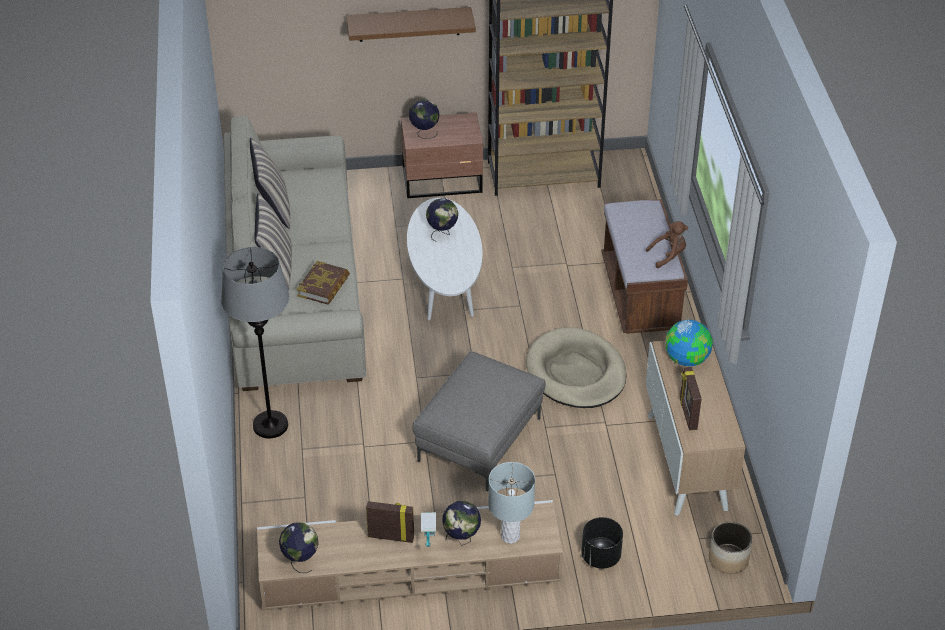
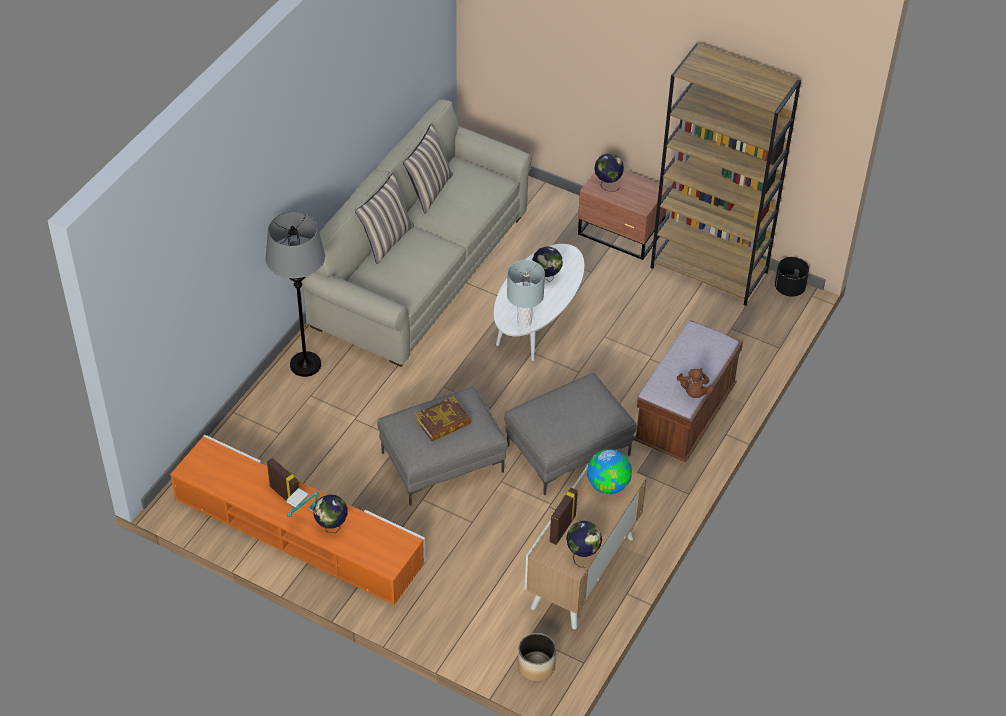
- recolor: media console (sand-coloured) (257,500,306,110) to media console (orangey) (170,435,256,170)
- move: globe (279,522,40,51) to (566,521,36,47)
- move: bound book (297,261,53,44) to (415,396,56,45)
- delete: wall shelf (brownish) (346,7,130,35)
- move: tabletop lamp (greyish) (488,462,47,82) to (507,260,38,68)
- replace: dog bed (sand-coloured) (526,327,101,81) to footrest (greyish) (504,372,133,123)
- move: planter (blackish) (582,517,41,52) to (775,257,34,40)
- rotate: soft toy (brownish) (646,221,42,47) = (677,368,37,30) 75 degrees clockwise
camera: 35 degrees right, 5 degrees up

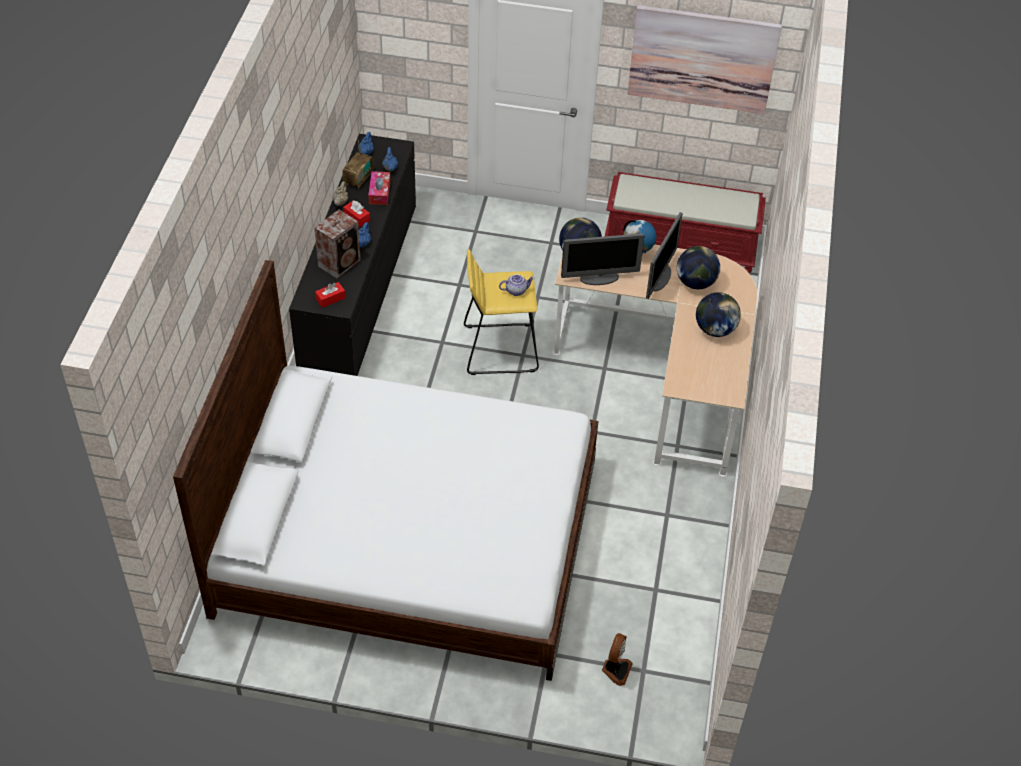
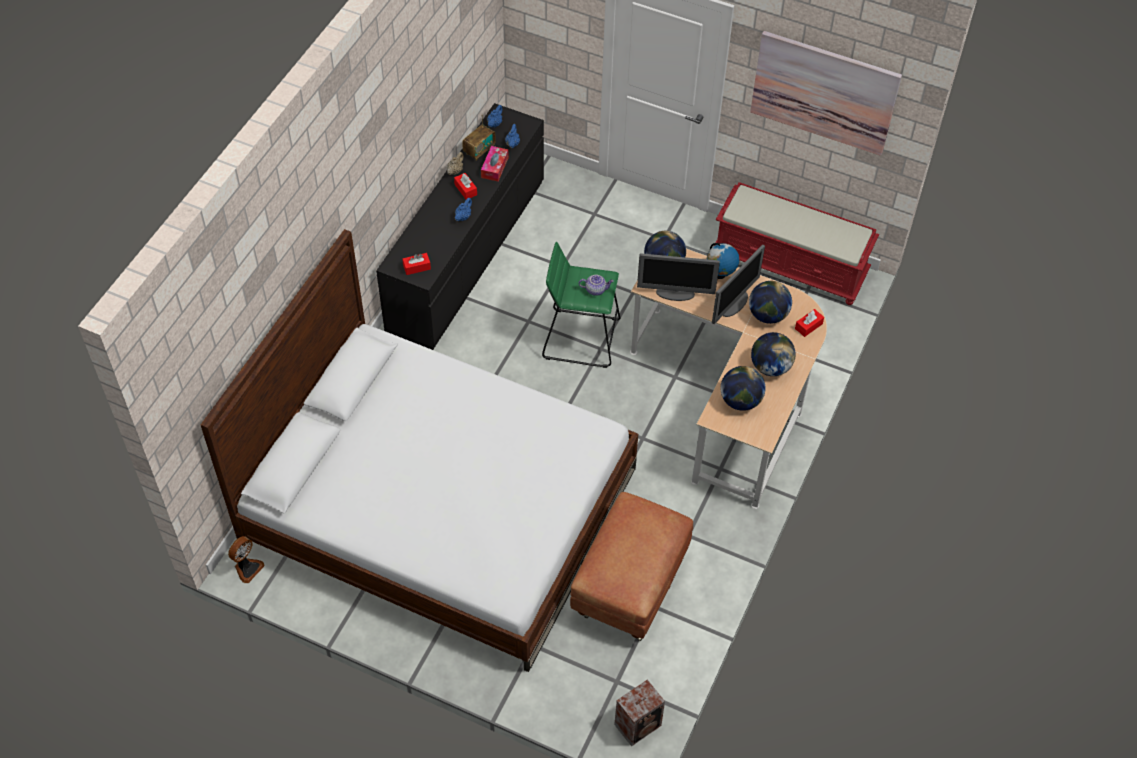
- move: audio speaker (314,210,47,68) to (614,680,51,66)
- recolor: stool (yellow-coloured) (464,249,75,126) to stool (green-coloured) (542,242,78,126)
- move: fan (602,633,31,53) to (228,536,37,47)
- insert: footrest (brownish) (570,492,123,149)
- insert: globe (721,366,45,45)
- insert: box of tissues (red) (795,309,29,28)
camera: 15 degrees right, 5 degrees up

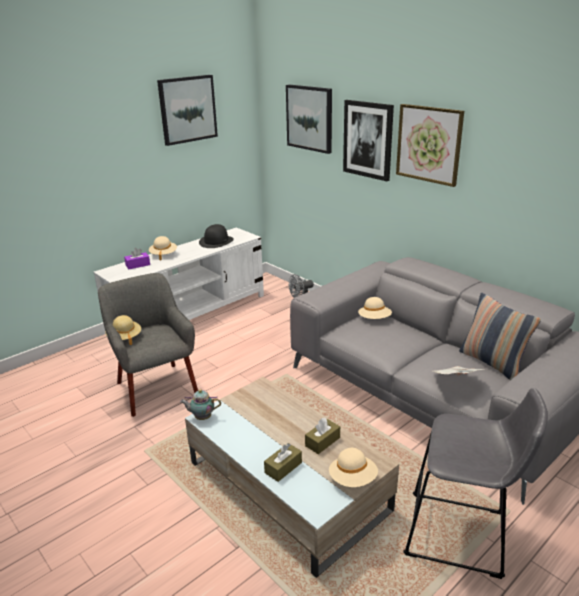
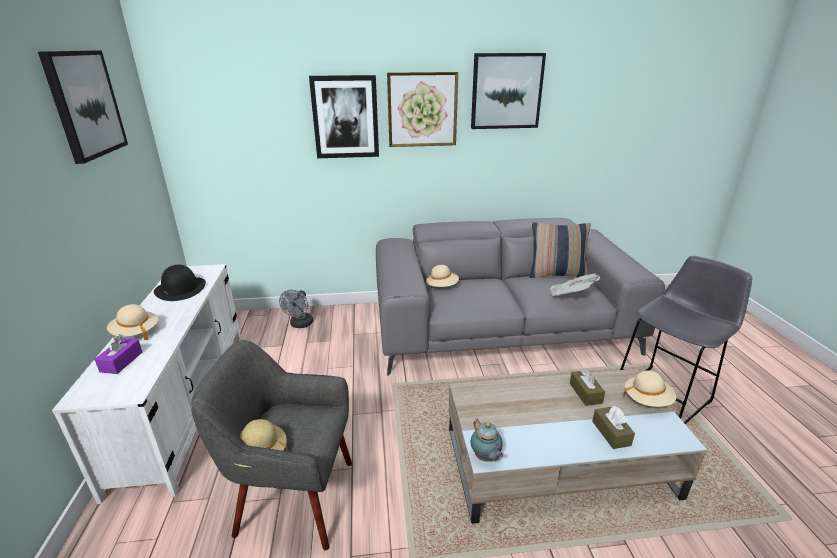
- rotate: teapot (180,389,41,31) = (471,418,33,44) 60 degrees counterclockwise
- move: wall picture (286,84,46,70) to (471,53,75,76)
camera: 55 degrees left, 0 degrees up

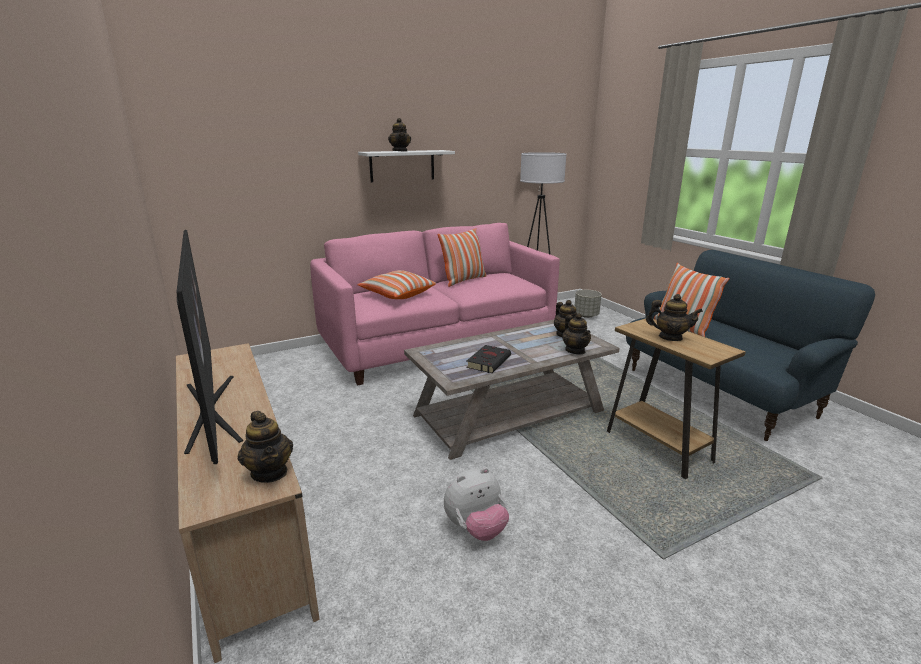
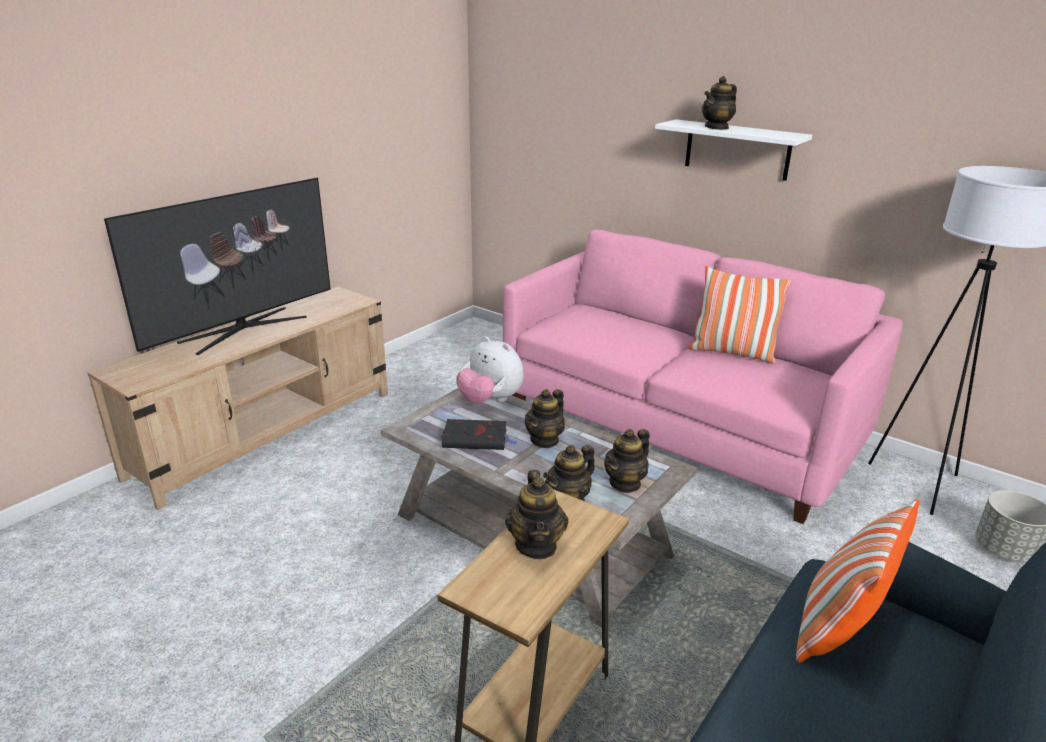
- move: teapot (238,411,55,72) to (525,389,40,59)
- delete: pillow (358,270,78,29)
- move: soft toy (444,468,65,73) to (456,337,68,67)
camera: 65 degrees right, 5 degrees up

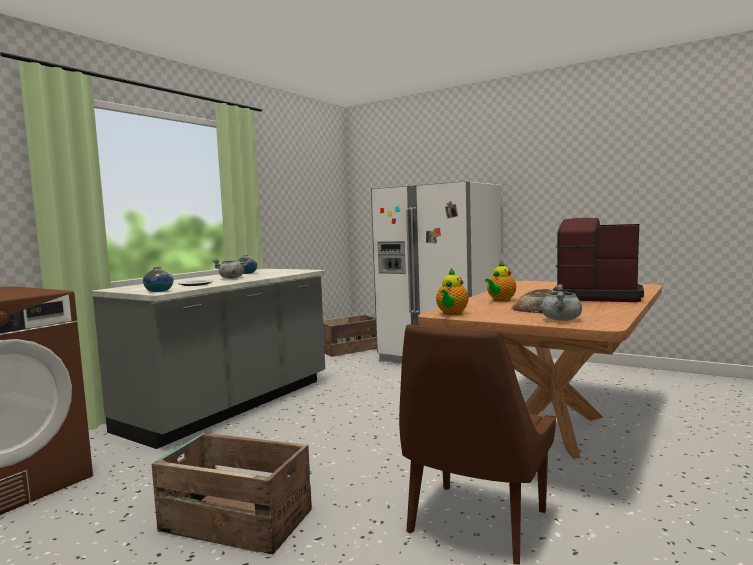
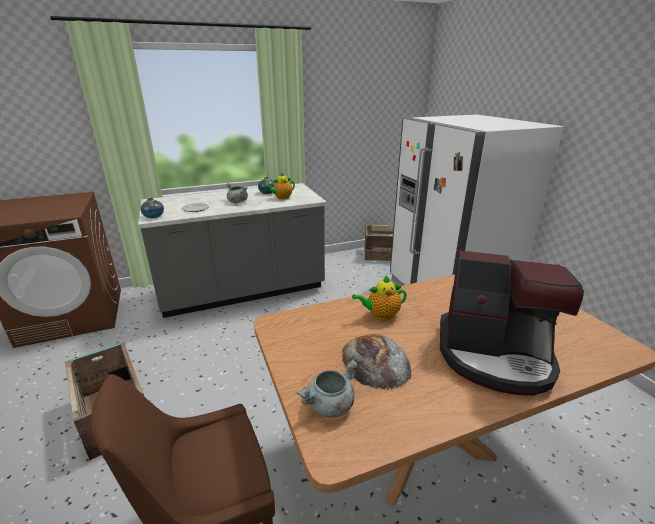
- move: teapot (436,268,33,47) to (264,172,31,28)
- rotate: coffee maker (553,218,91,84) = (440,250,144,145) 135 degrees clockwise
camera: 35 degrees right, 20 degrees up

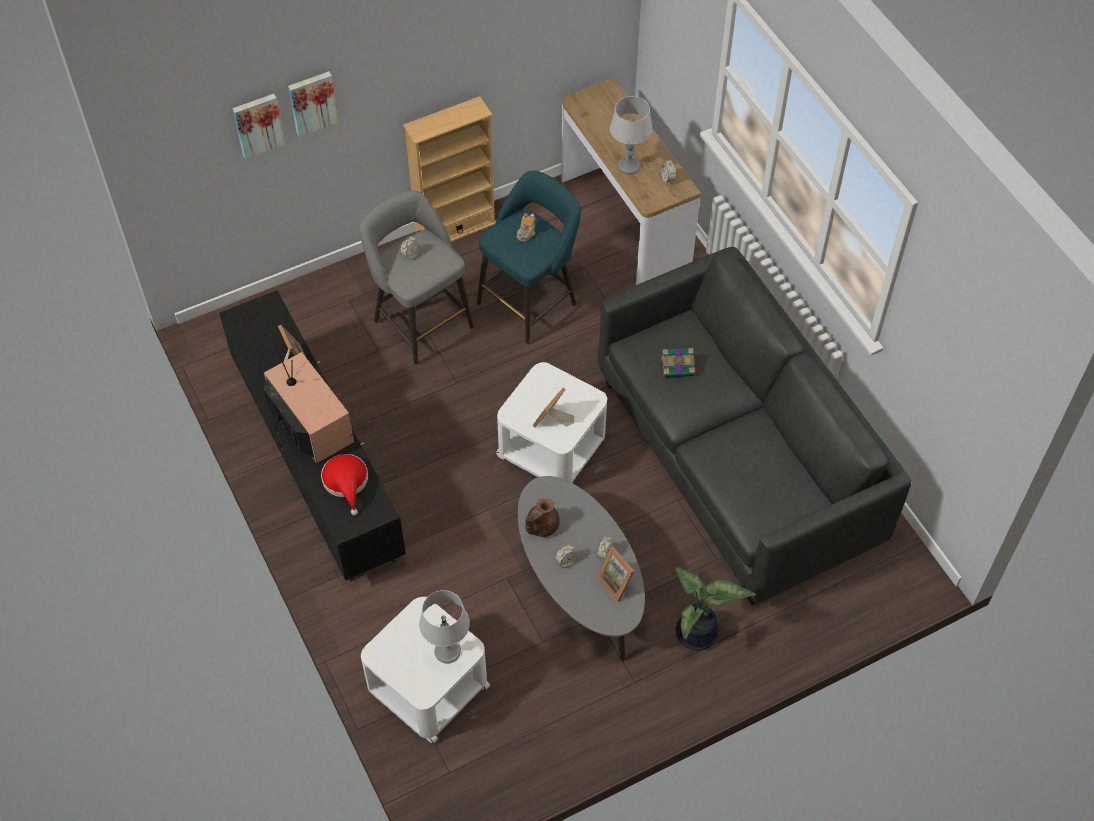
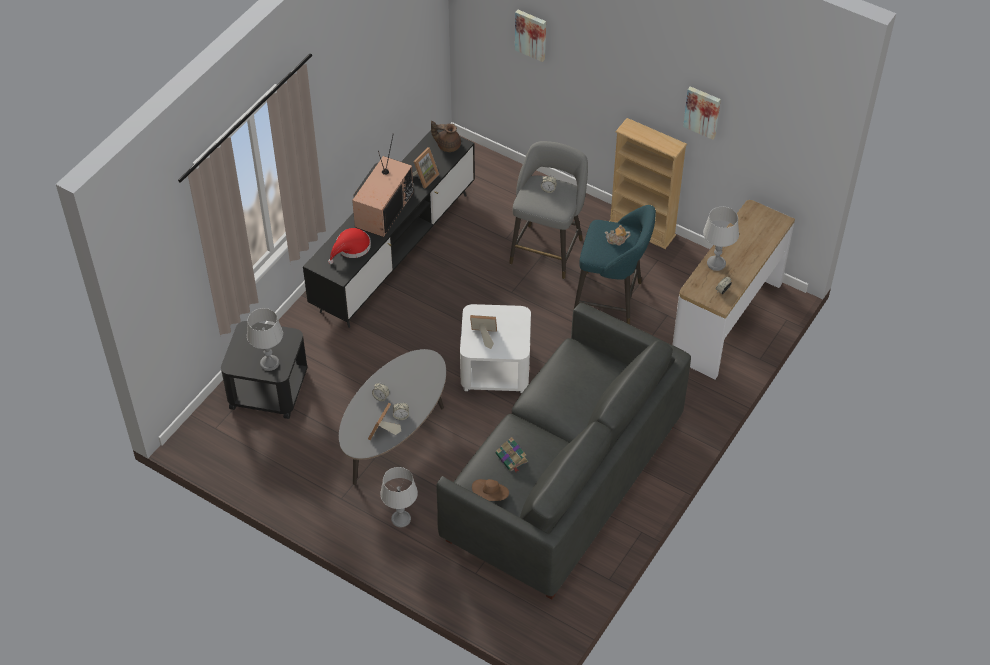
- move: wall picture (288,71,51,66) to (683,86,38,54)
- recolor: side table (white) (361,597,129,146) to side table (blackish) (221,321,86,98)
- move: teapot (brownish) (525,498,35,39) to (431,121,30,31)
- move: bound book (661,348,38,29) to (495,437,33,35)
- replace: plant in a pot (675,567,81,83) to tabletop lamp (greyish) (380,467,38,60)
- insert: clothing hat (brownish) (472,479,37,22)
camera: 60 degrees right, 5 degrees down

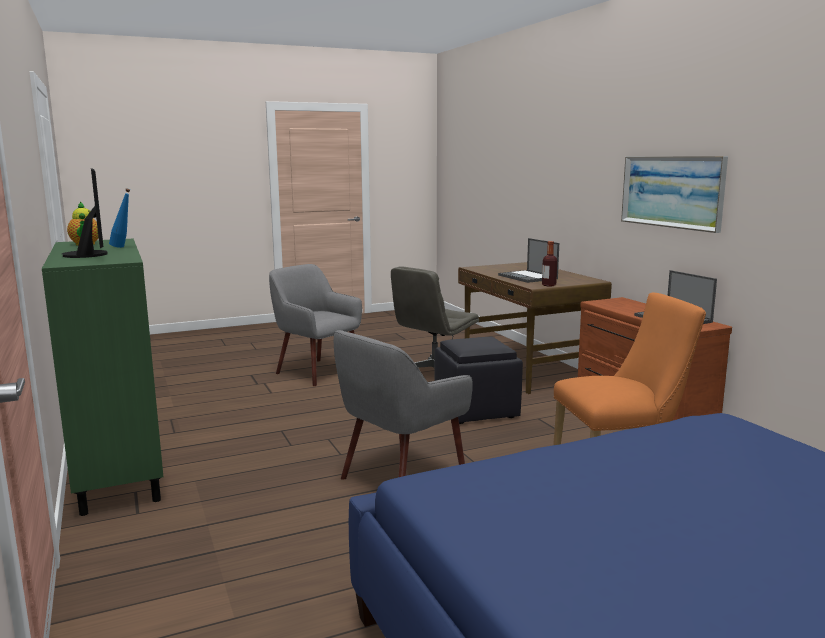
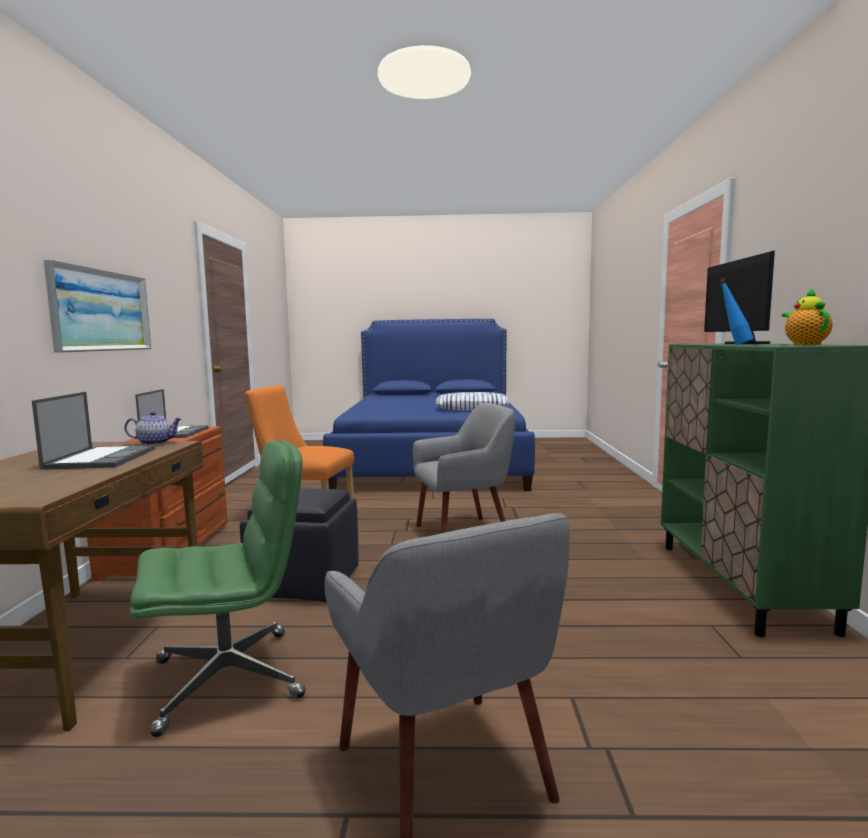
- recolor: office chair (greyish) (391,267,88,102) to office chair (green-coloured) (130,440,175,297)
- replace: drink bottle (542,241,15,45) to teapot (124,411,57,34)
- insert: pillow (436,392,73,19)
camera: 155 degrees left, 5 degrees down

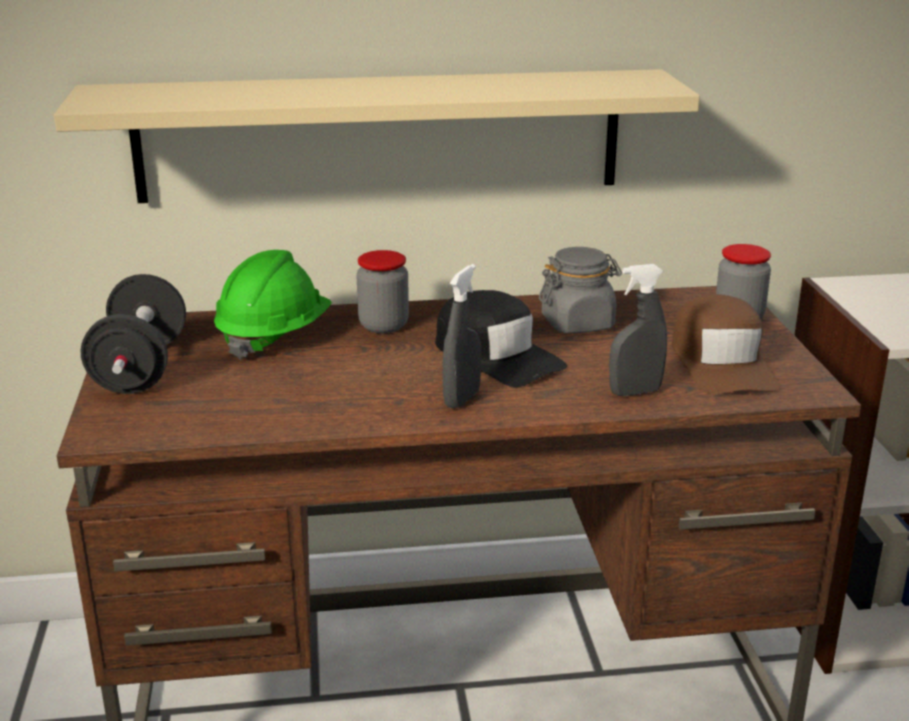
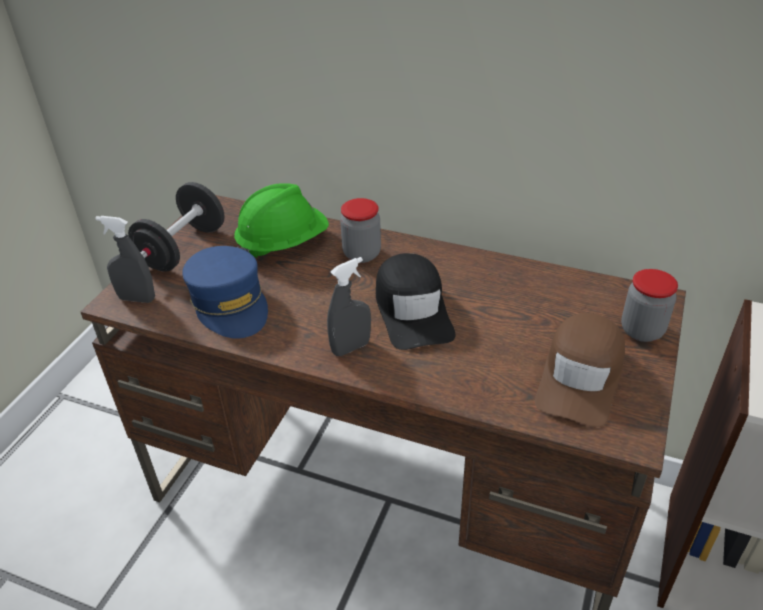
- delete: wall shelf (sand-coloured) (54,69,646,134)
- delete: jar (greyish) (539,247,83,86)
- move: sprayer (greyish) (609,264,58,132) to (95,216,60,87)
- insert: peaked cap (blue) (182,246,86,93)
camera: 30 degrees right, 15 degrees up

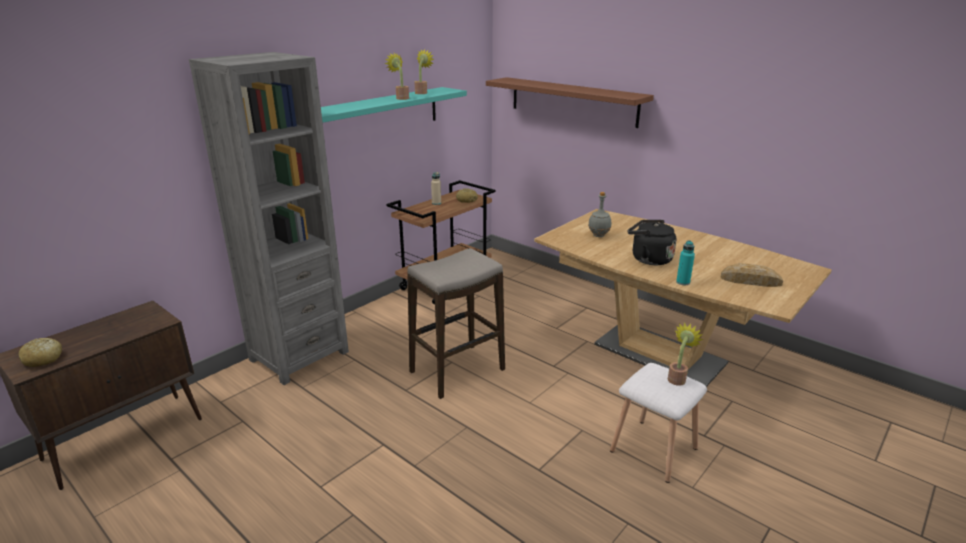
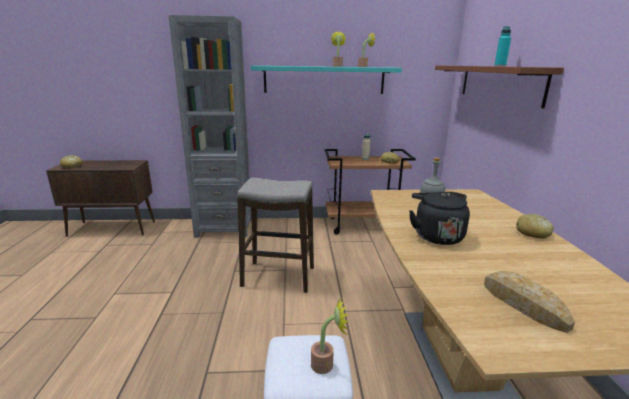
- move: drink bottle (blue-green) (676,240,19,45) to (494,26,17,40)
- insert: bakery bread (516,214,38,25)
camera: 45 degrees right, 5 degrees down

